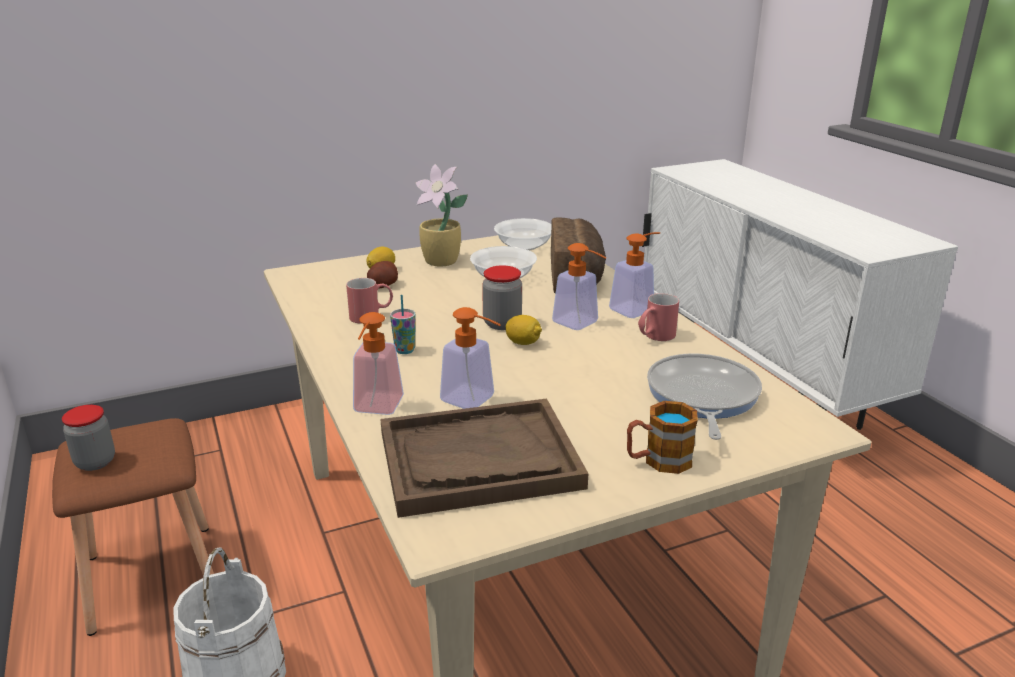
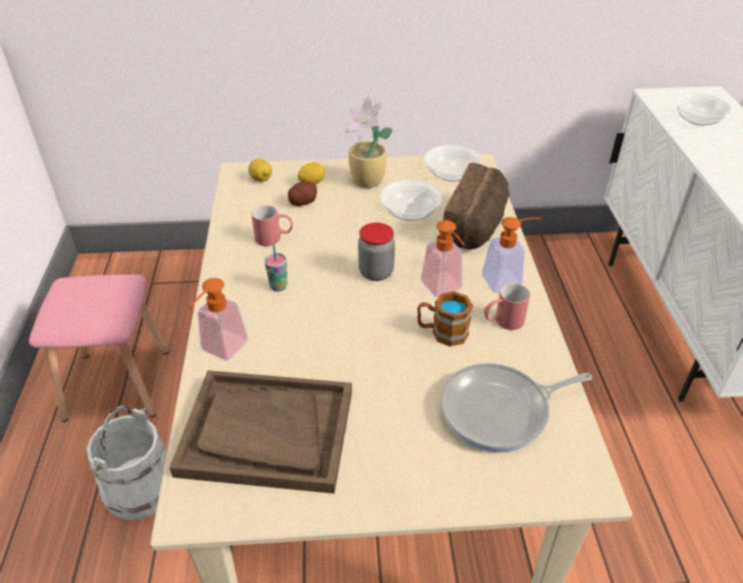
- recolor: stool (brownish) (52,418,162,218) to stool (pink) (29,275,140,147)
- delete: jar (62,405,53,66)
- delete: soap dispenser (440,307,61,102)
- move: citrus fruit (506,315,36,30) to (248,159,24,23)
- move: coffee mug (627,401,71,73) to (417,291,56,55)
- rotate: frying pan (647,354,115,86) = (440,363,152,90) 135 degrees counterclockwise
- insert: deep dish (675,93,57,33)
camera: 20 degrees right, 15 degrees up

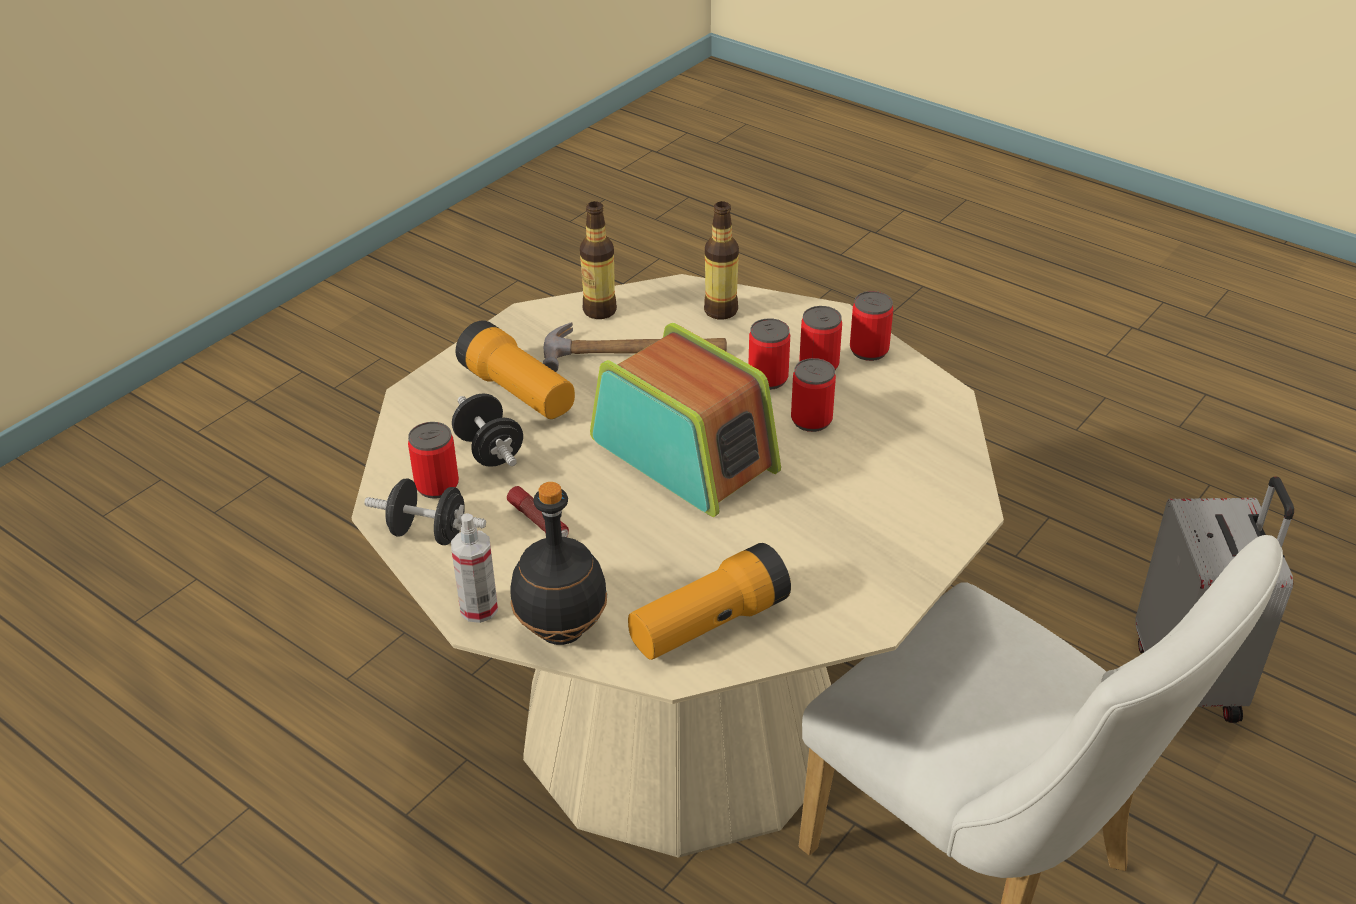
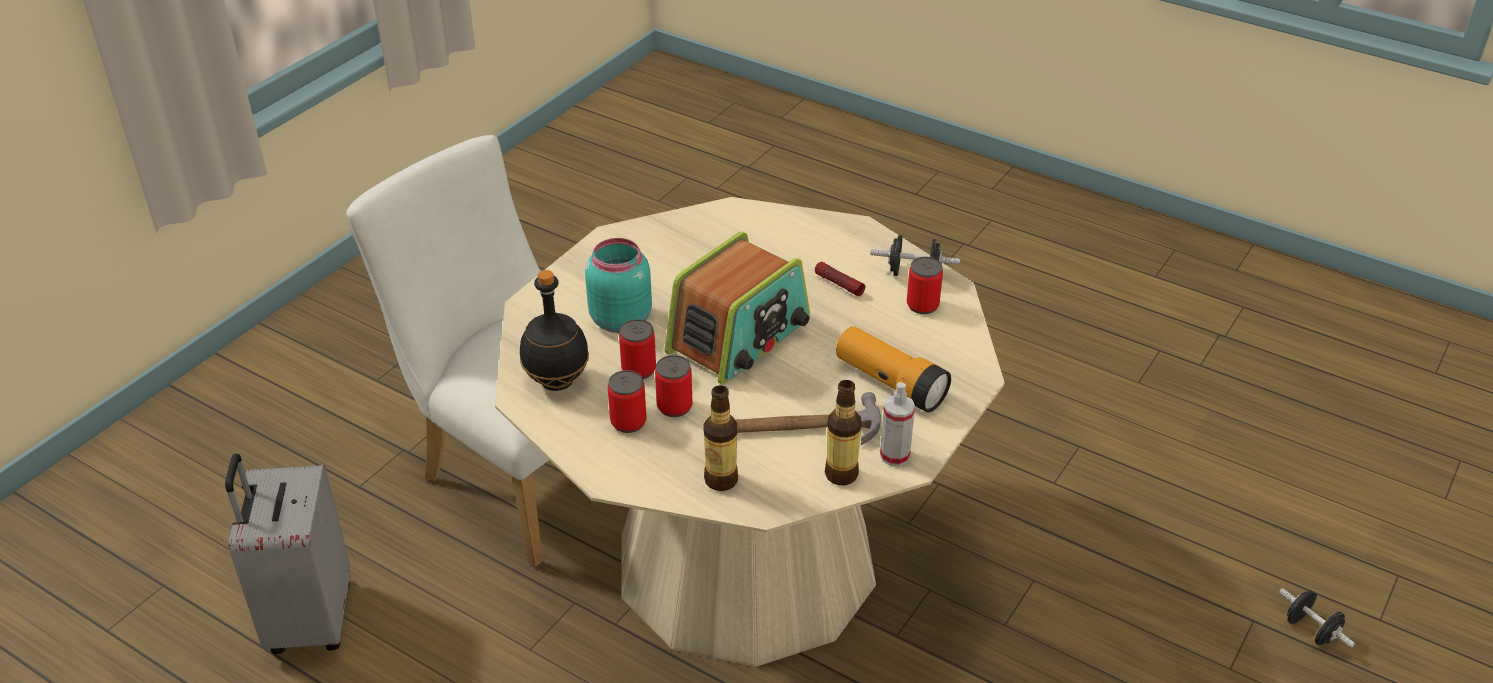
- move: sprayer (451,513,47,110) to (880,382,35,84)
- move: free weight (blackish) (452,393,71,74) to (1279,588,76,60)
- move: drink bottle (blackish) (510,482,97,163) to (520,270,69,121)
- rotate: radio set (590,323,191,194) = (665,231,145,154) 90 degrees counterclockwise
- delete: torch (628,543,163,117)
- delete: sealed can (850,291,43,70)
- insert: jar (blue-green) (585,238,67,95)
camera: 175 degrees right, 0 degrees up

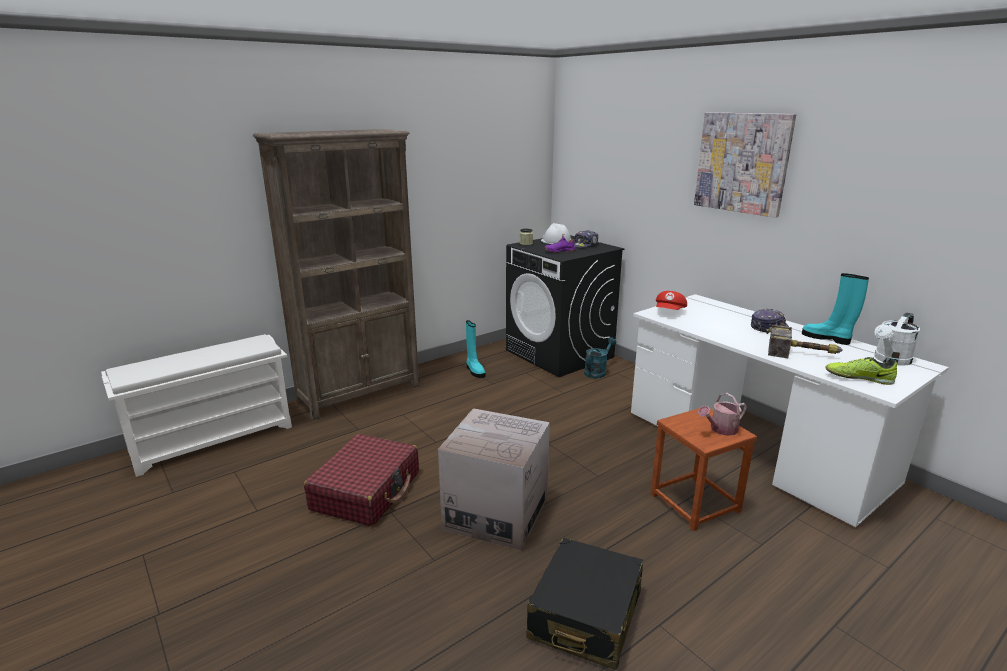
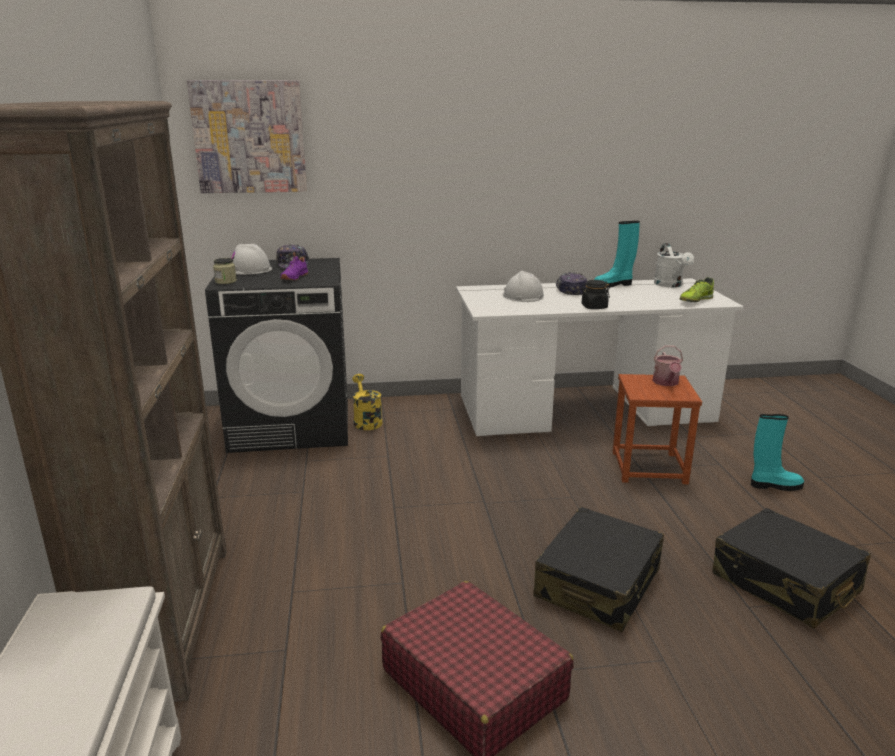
- replace: packing box (438,408,112,143) to suitcase (blackish) (533,507,131,125)
- move: high-top boot (blue-green) (466,320,20,58) to (751,414,53,77)
- recolor: sprinkling can (blue-green) (584,337,32,41) to sprinkling can (yellow-coloured) (352,374,30,56)
- delete: peaked cap (red) (656,291,31,19)
- move: wall picture (694,112,102,106) to (187,80,120,113)
- delete: tool hammer (768,325,75,33)
- insert: work helmet (white) (502,271,42,31)
- insert: jar (blackish) (581,280,29,29)
camera: 60 degrees left, 0 degrees up

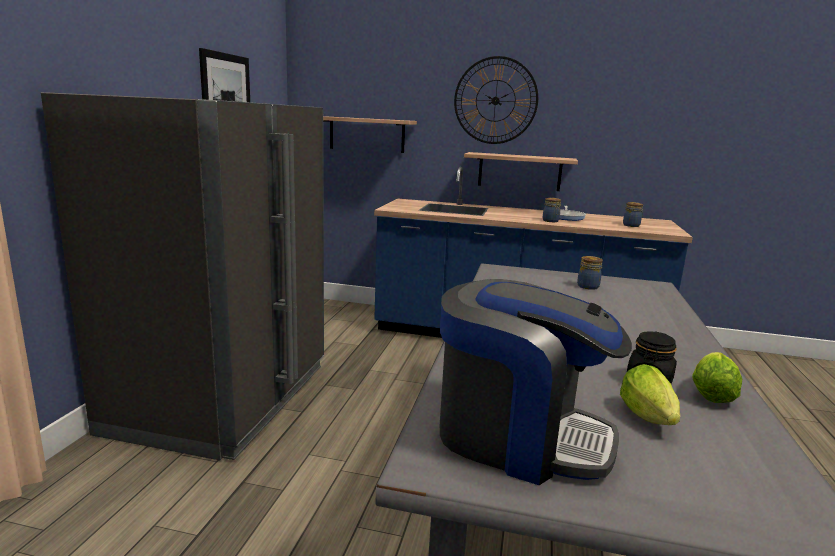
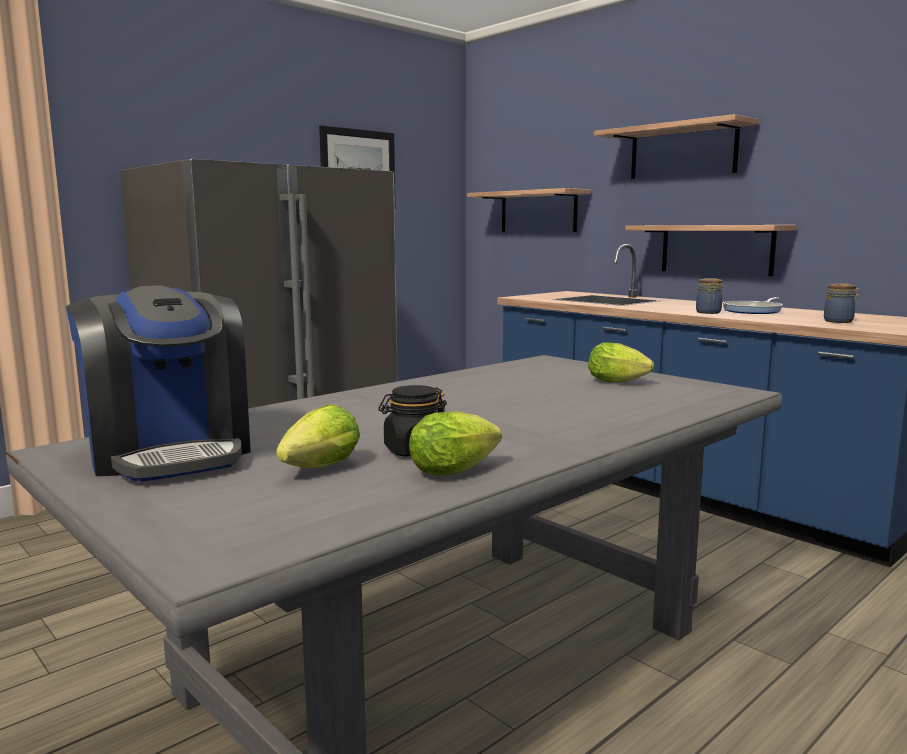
- replace: clock on the wall (454,56,84,88) to wall shelf (594,114,165,65)
- replace: jar (577,256,26,34) to head of lettuce (588,342,66,41)
camera: 35 degrees right, 5 degrees down

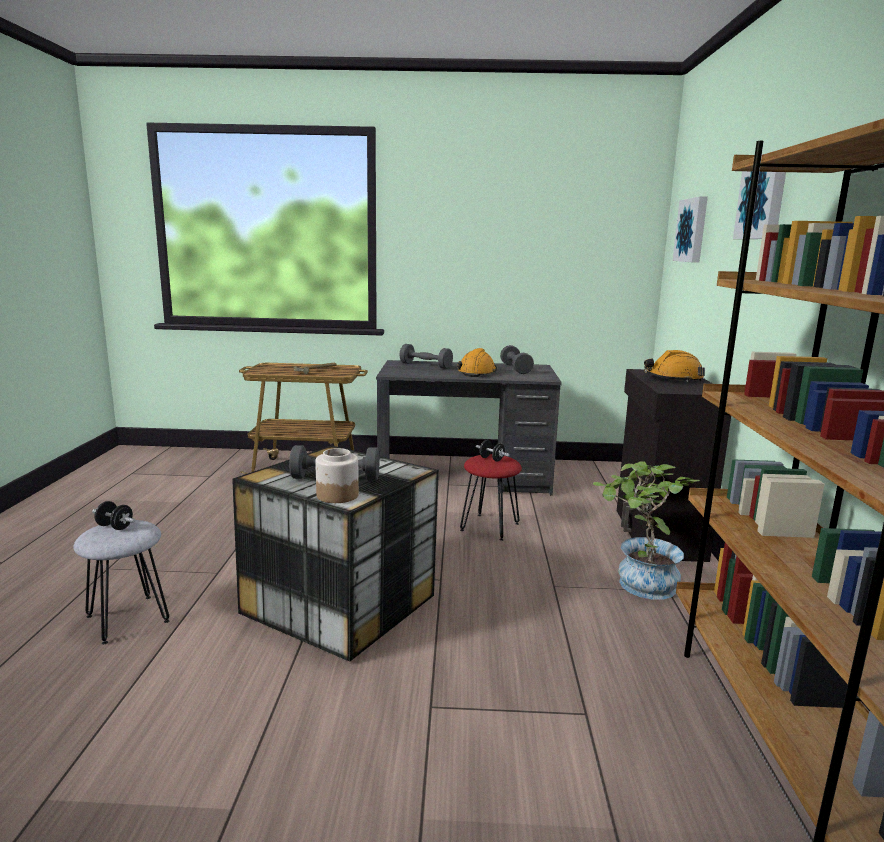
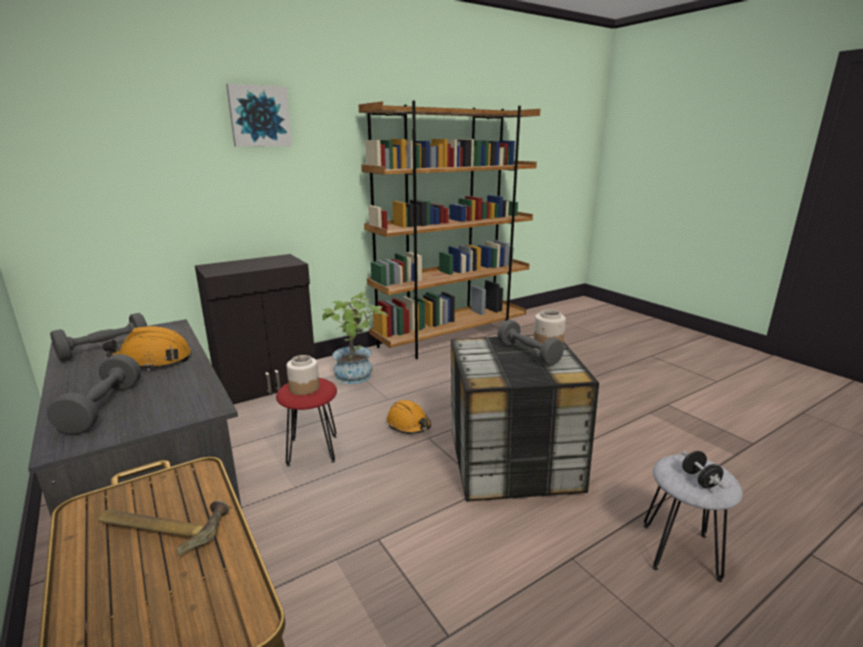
- replace: free weight (blackish) (476,440,34,22) to jar (286,355,33,40)
- move: work helmet (orangey) (644,350,61,32) to (387,400,44,34)
- delete: wall picture (673,196,35,67)
camera: 125 degrees left, 5 degrees up

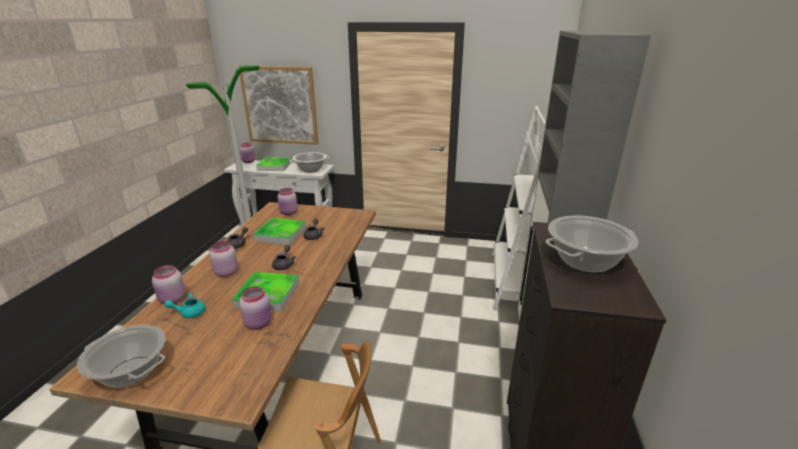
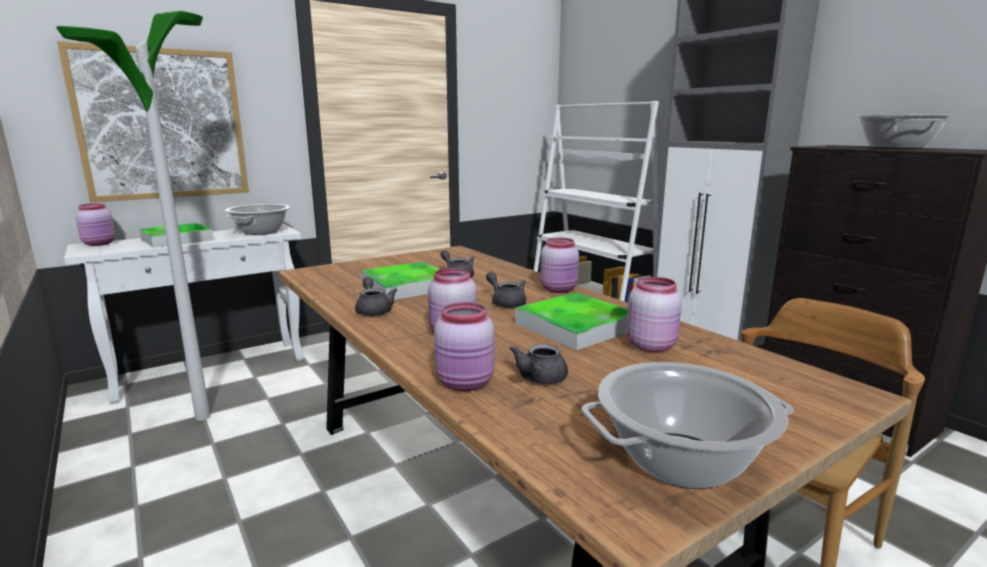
- recolor: teapot (blue-green) (164,293,41,25) to teapot (greyish) (510,344,58,40)
- move: jar (pink) (277,188,21,27) to (540,238,39,55)
camera: 45 degrees left, 10 degrees down

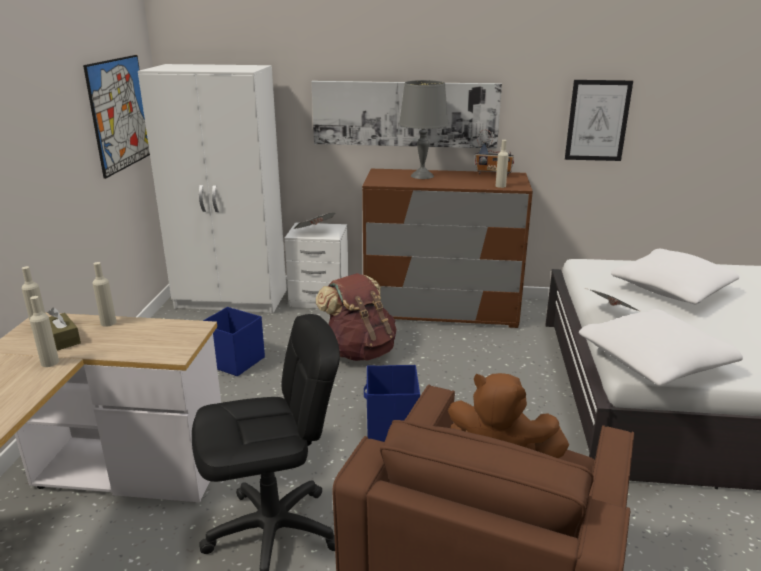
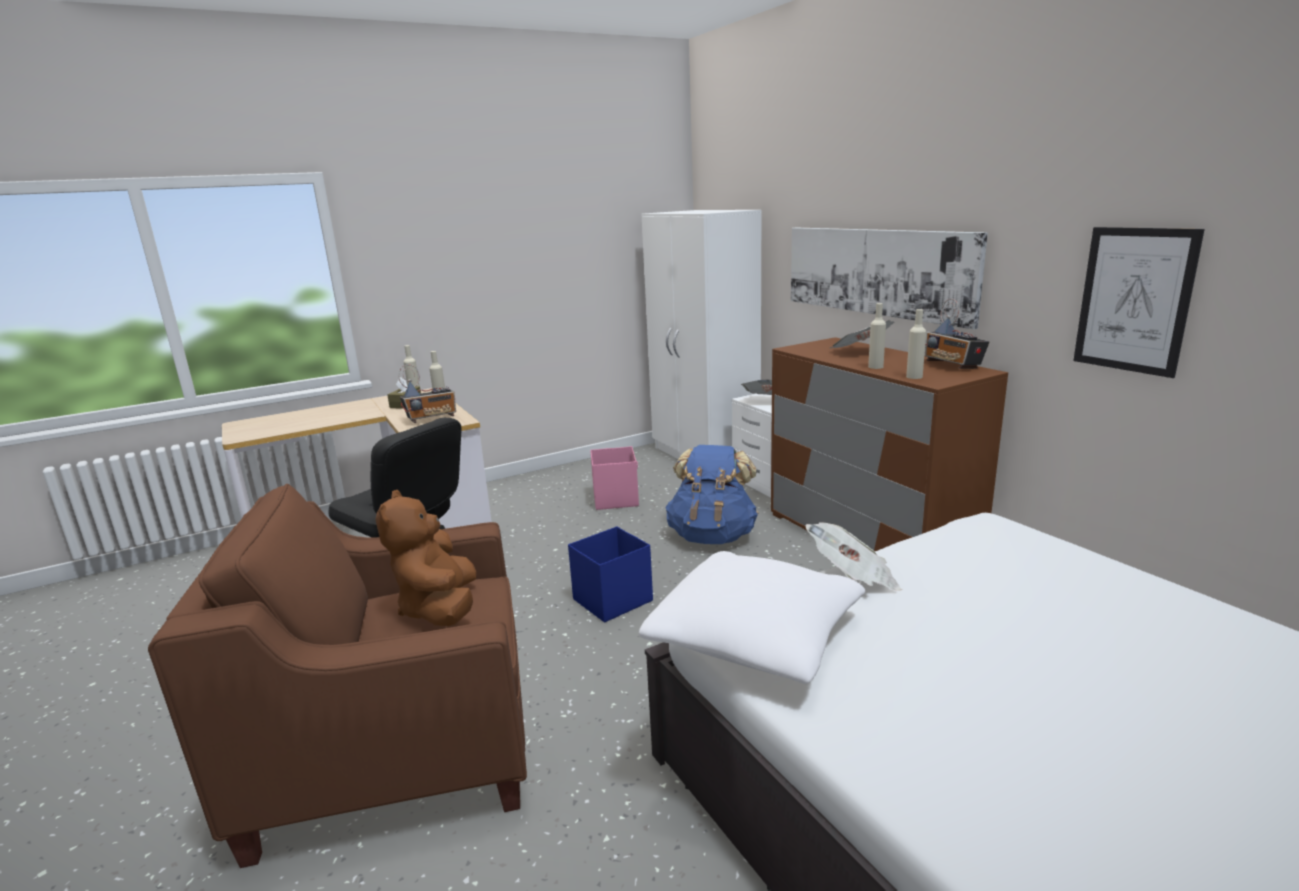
- move: drink bottle (sand-coloured) (30,296,29,71) to (868,303,18,66)
- delete: wall picture (83,55,67,124)
- recolor: storage bin (blue) (203,307,62,69) to storage bin (pink) (590,446,49,64)
- recolor: rucksack (brownish) (316,273,80,88) to rucksack (blue) (665,445,93,99)
- replace: tabletop lamp (greyish) (399,80,49,99) to daily paper (830,320,64,28)
- delete: pillow (white) (611,249,128,55)
- insert: radio set (398,364,58,59)
camera: 55 degrees right, 5 degrees down

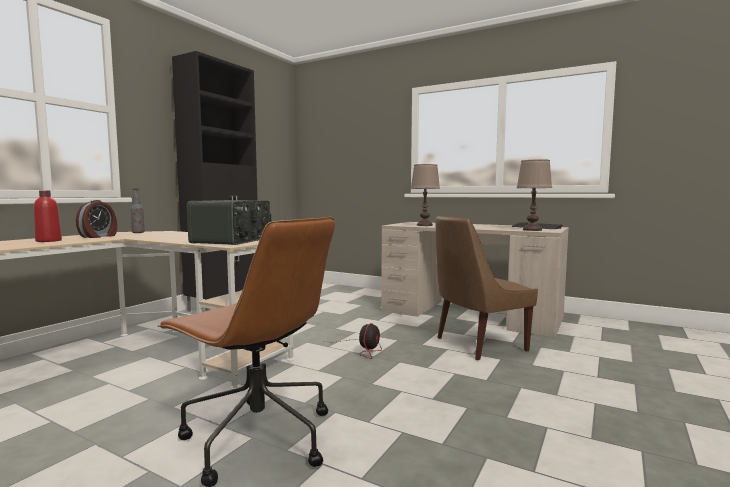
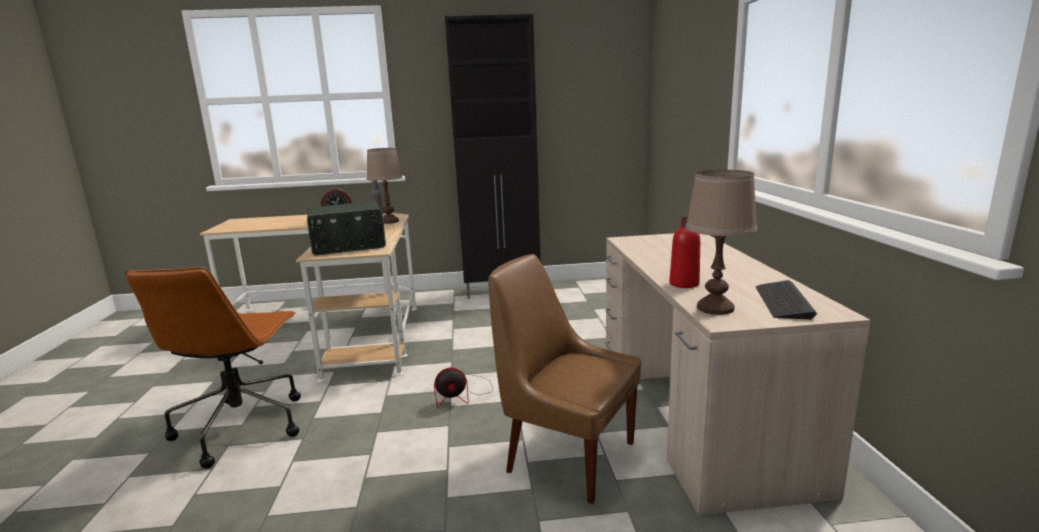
- move: drink bottle (red) (34,190,28,52) to (670,217,30,71)
- move: tabletop lamp (brownish) (411,164,29,62) to (367,148,36,76)
camera: 55 degrees right, 10 degrees up

